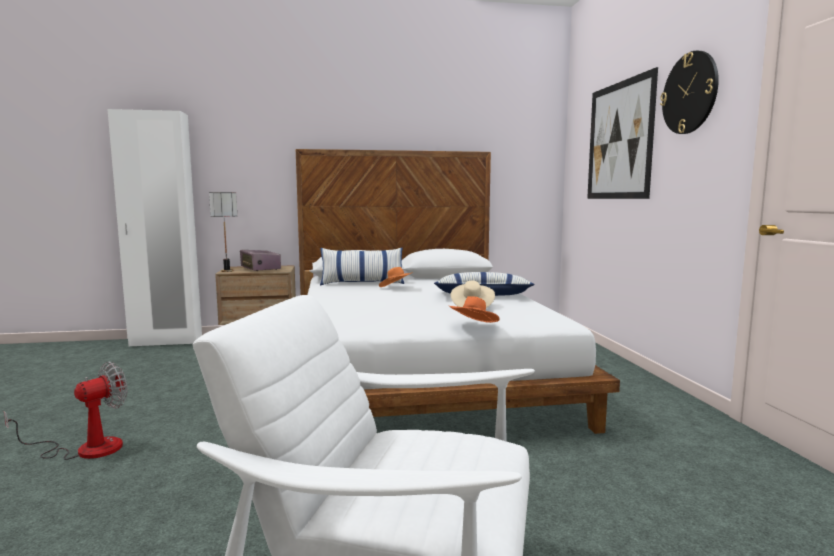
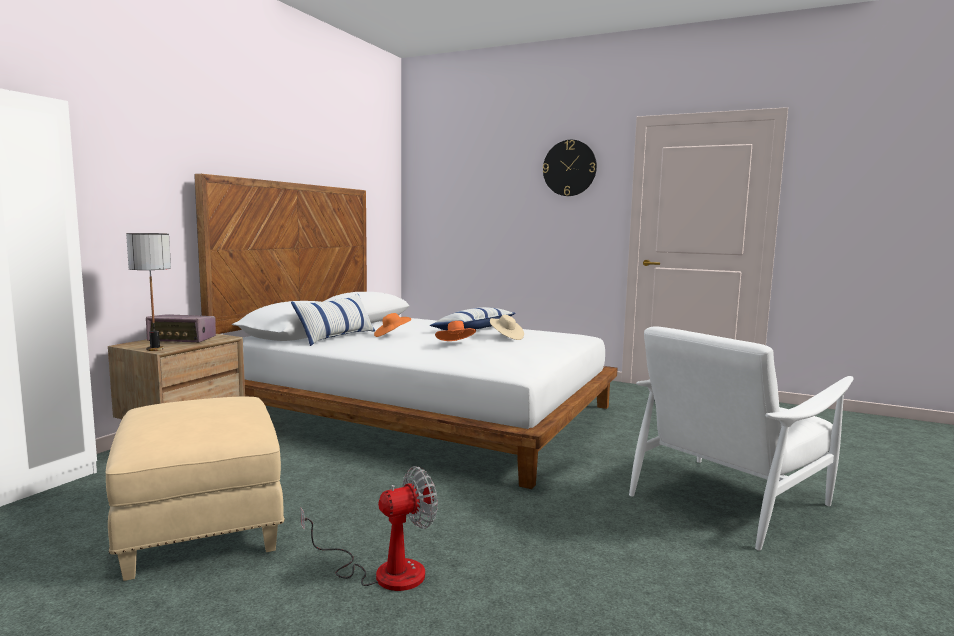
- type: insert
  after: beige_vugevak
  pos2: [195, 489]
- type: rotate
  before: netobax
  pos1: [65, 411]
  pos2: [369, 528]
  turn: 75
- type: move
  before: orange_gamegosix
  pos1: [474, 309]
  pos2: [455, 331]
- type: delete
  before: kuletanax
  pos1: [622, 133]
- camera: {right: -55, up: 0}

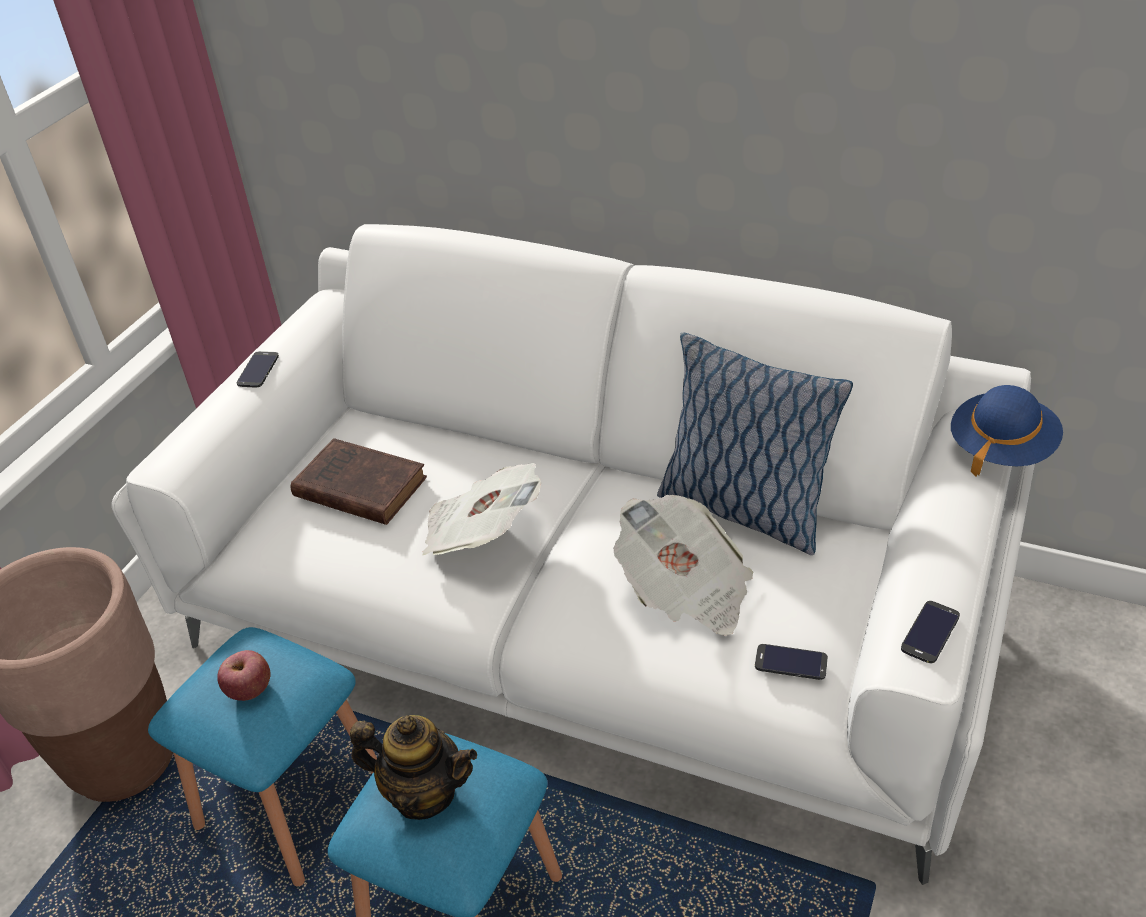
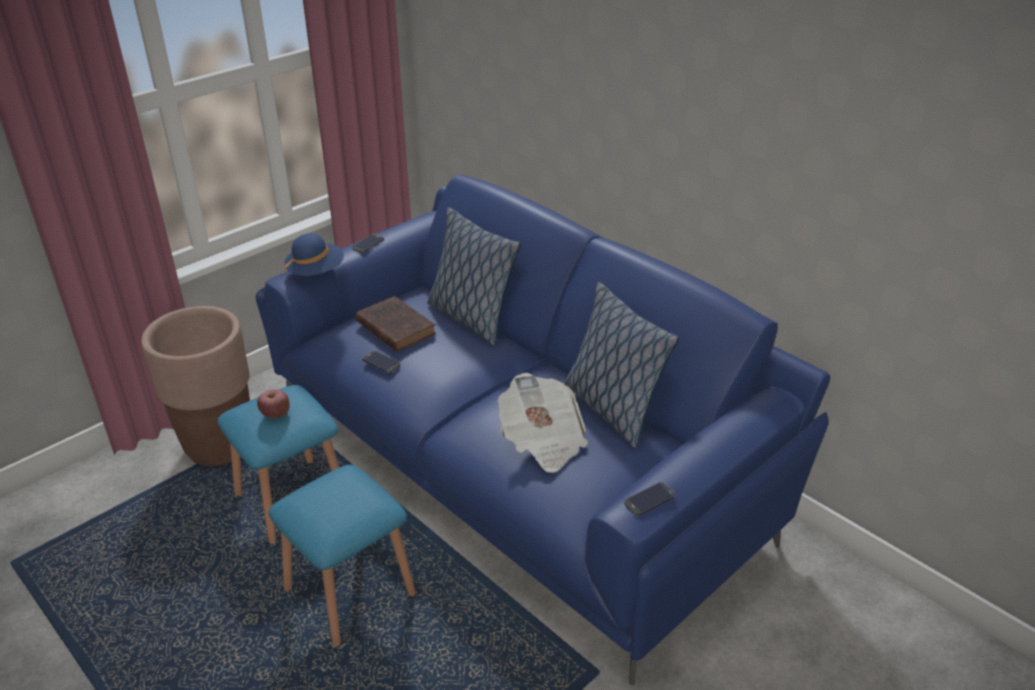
- type: recolor
  before: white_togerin
  after: blue_togerin
  pos1: [573, 554]
  pos2: [543, 430]
- type: move
  before: blue_gamegosix
  pos1: [1007, 431]
  pos2: [314, 255]
- type: move
  before: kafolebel
  pos1: [791, 662]
  pos2: [381, 362]
- type: insert
  after: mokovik
  pos2: [474, 276]
- type: delete
  before: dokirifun
  pos1: [413, 767]
- type: delete
  before: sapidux
  pos1: [481, 509]
- camera: {right: 20, up: -5}

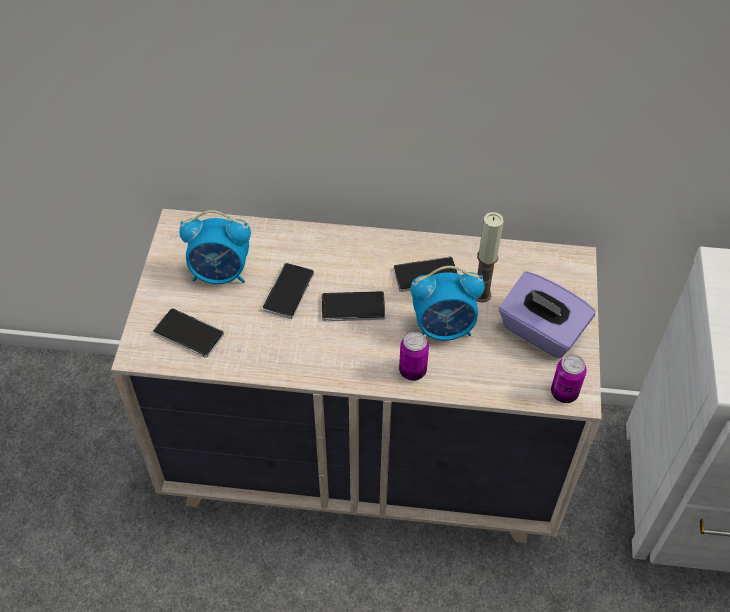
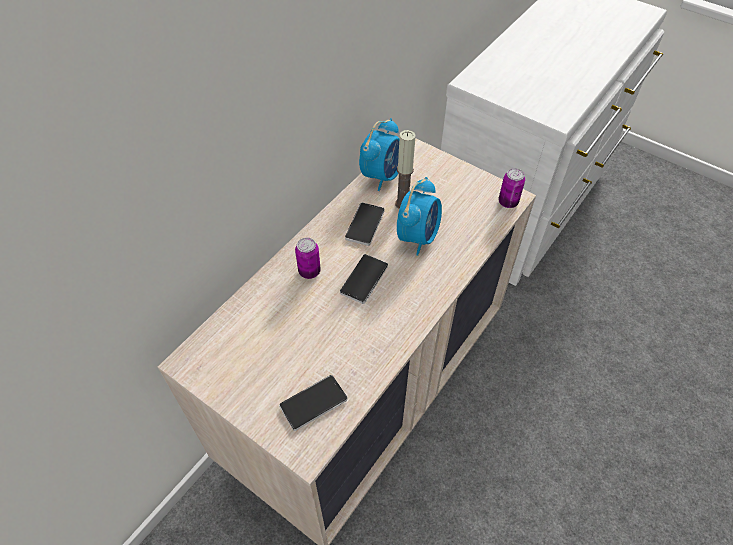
- type: move
  before: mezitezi
  pos1: [414, 356]
  pos2: [308, 258]
- type: move
  before: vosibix
  pos1: [215, 247]
  pos2: [379, 154]
- type: delete
  before: kafolebel
  pos1: [288, 291]
- type: delete
  before: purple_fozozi
  pos1: [547, 315]
- camera: {right: -60, up: 0}

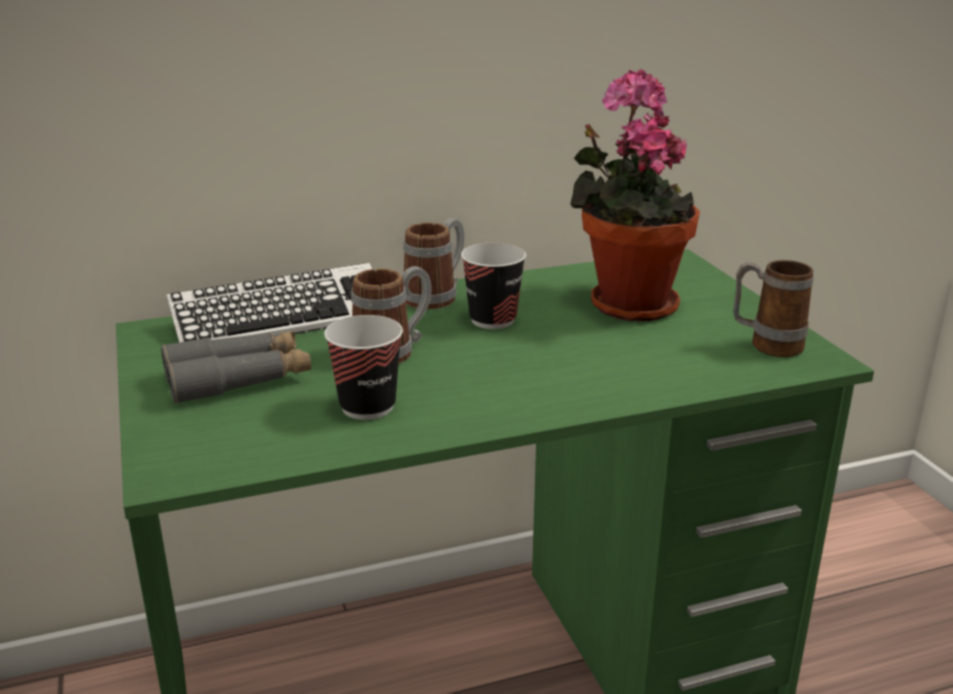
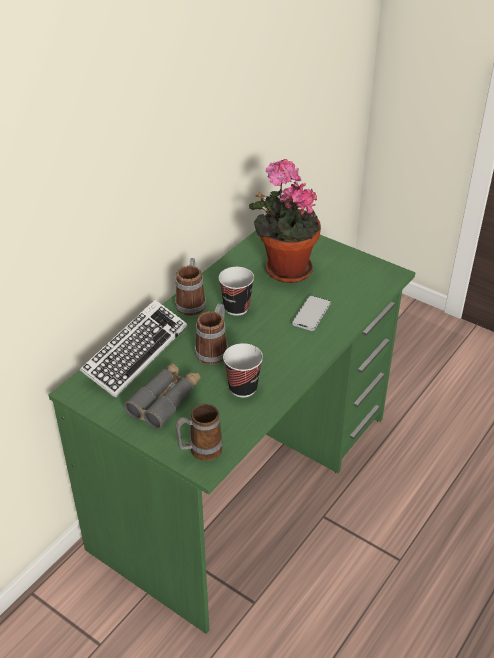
- type: move
  before: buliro
  pos1: [773, 308]
  pos2: [199, 432]
- type: insert
  after: kafolebel
  pos2: [311, 313]
- camera: {right: -35, up: 15}

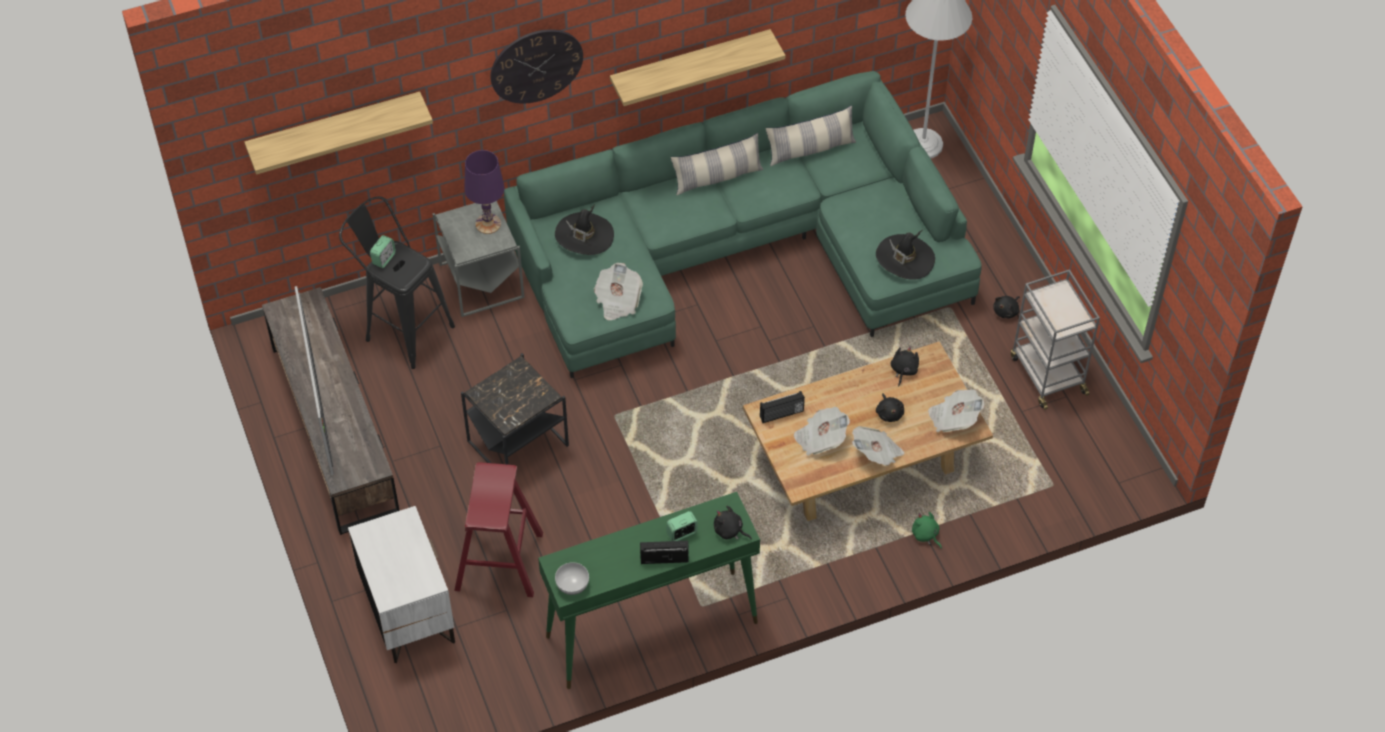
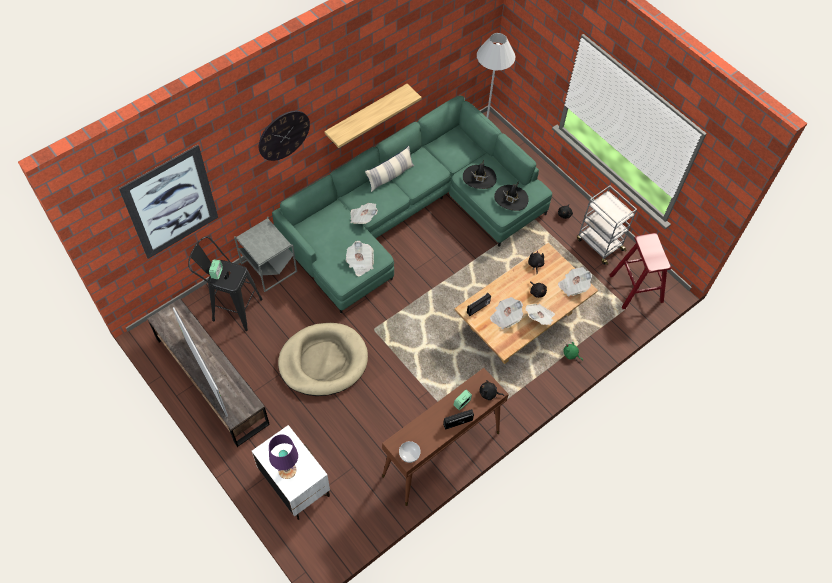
- type: replace
  before: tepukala
  after: kuletanax
  pos1: [338, 133]
  pos2: [168, 202]
- type: move
  before: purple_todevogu
  pos1: [484, 192]
  pos2: [283, 457]
- type: replace
  before: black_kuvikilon
  after: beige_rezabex
  pos1: [515, 409]
  pos2: [323, 359]
- type: insert
  after: sapidux
  pos2: [364, 213]
- type: recolor
  before: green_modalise
  after: brown_modalise
  pos1: [649, 590]
  pos2: [445, 437]
- type: move
  before: black_gamegosix
  pos1: [584, 230]
  pos2: [479, 174]
- type: move
  before: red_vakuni
  pos1: [498, 529]
  pos2: [640, 271]
- type: delete
  before: mokovik
  pos1: [811, 135]
- camera: {right: -20, up: 5}

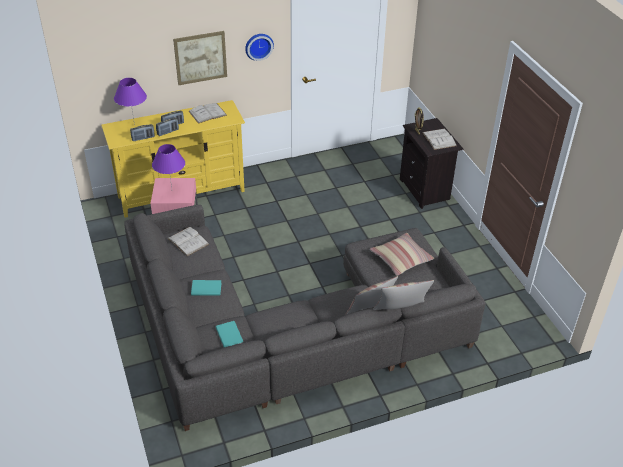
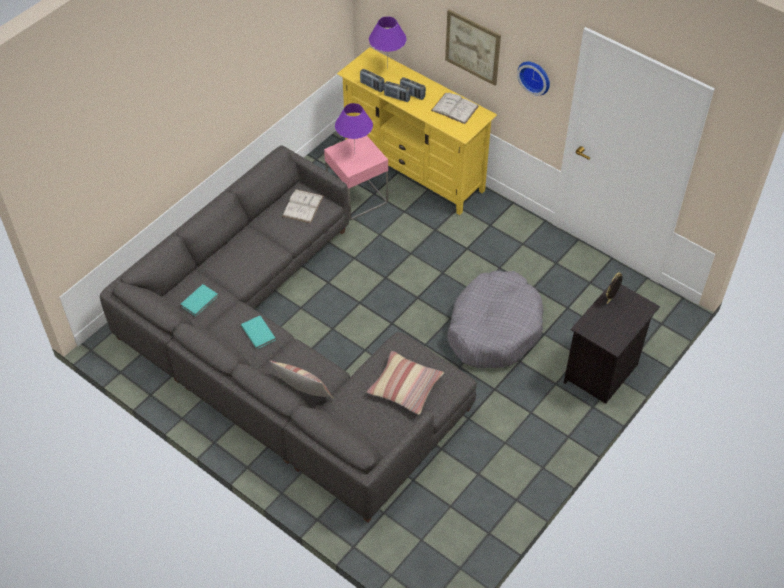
- type: move
  before: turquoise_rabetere
  pos1: [206, 288]
  pos2: [258, 332]
- type: insert
  after: grey_rezabex
  pos2: [495, 319]
- type: delete
  before: mokovik
  pos1: [403, 295]
- type: delete
  before: white_rabetere
  pos1: [439, 139]
- camera: {right: 60, up: 10}

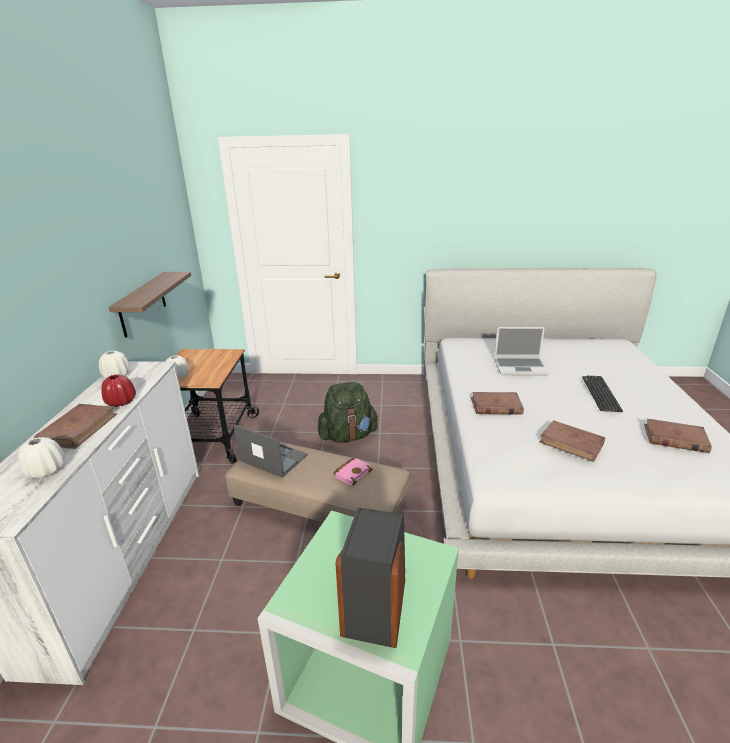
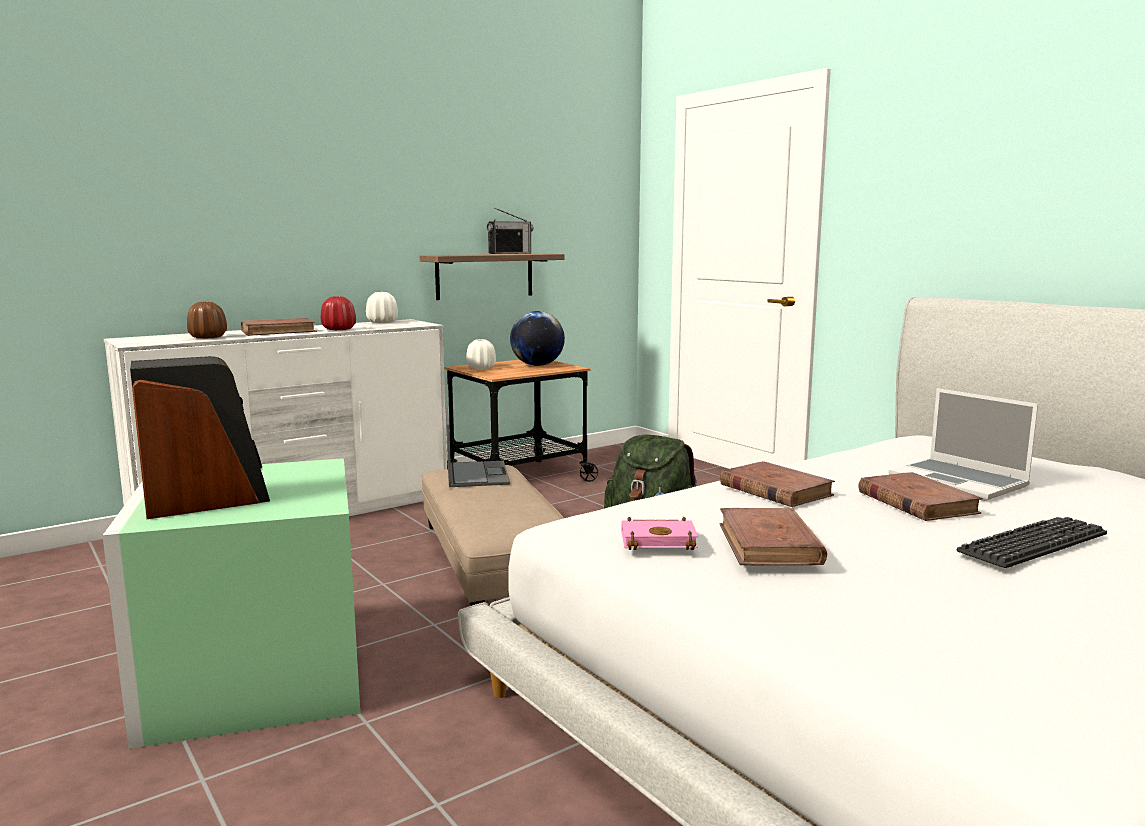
- type: recolor
  before: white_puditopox
  after: brown_puditopox
  pos1: [41, 457]
  pos2: [207, 320]
- type: insert
  after: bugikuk
  pos2: [509, 231]
- type: insert
  after: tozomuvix
  pos2: [537, 338]
- type: move
  before: pink_rabetere
  pos1: [353, 471]
  pos2: [659, 533]
- type: move
  before: brown_rabetere
  pos1: [678, 436]
  pos2: [920, 496]
- camera: {right: 50, up: -15}

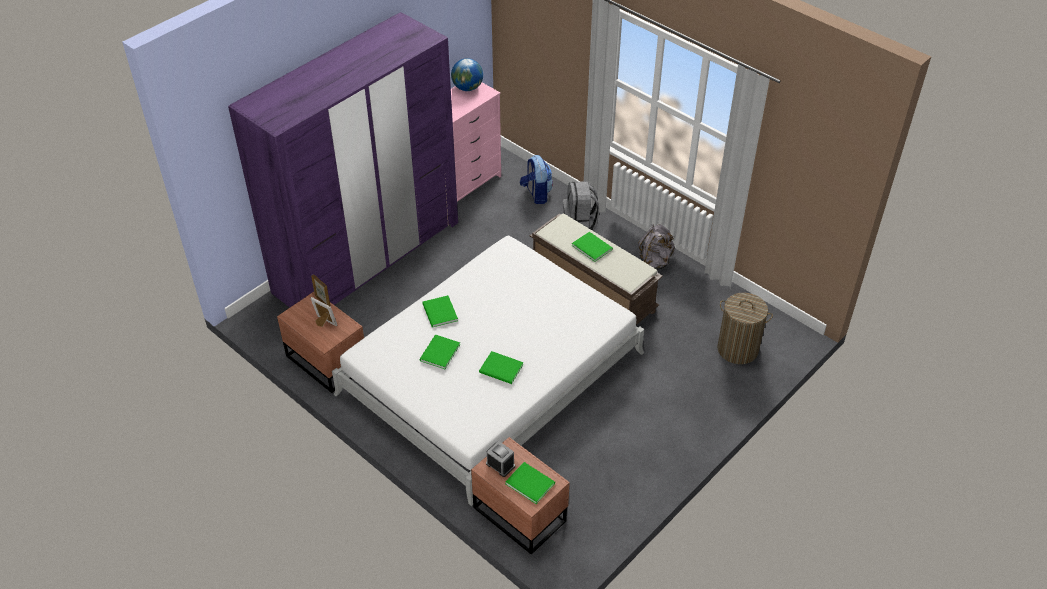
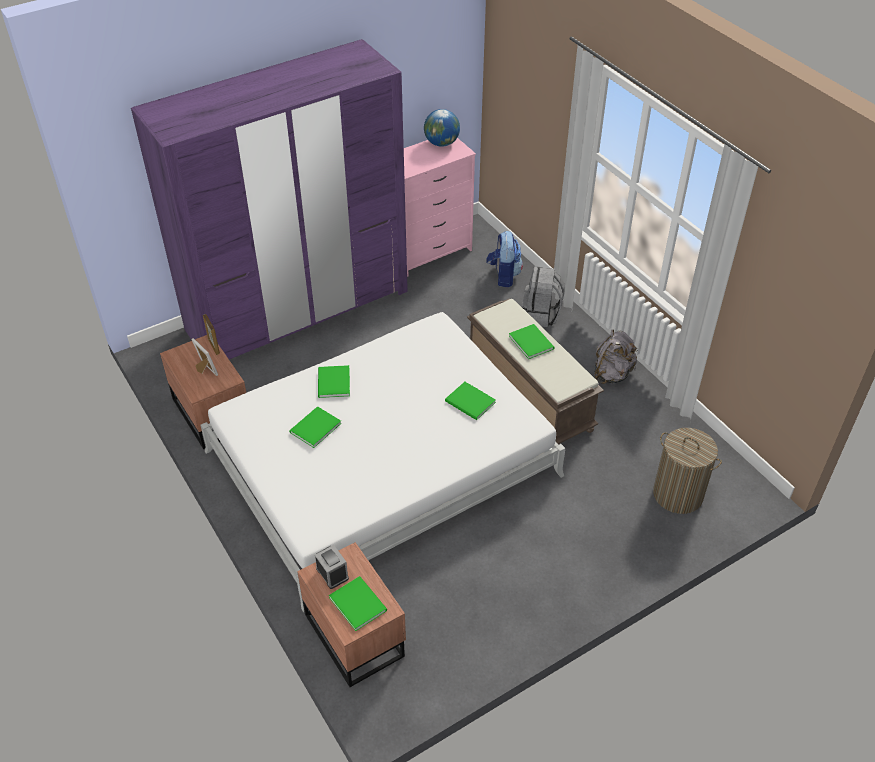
- type: move
  before: green_rabetere
  pos1: [501, 367]
  pos2: [470, 401]
- camera: {right: 15, up: 0}

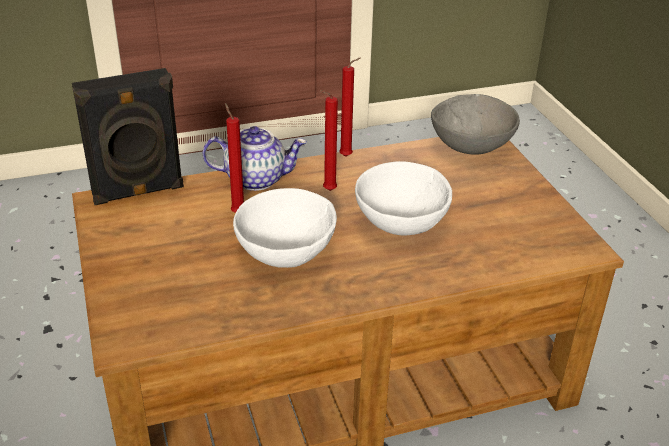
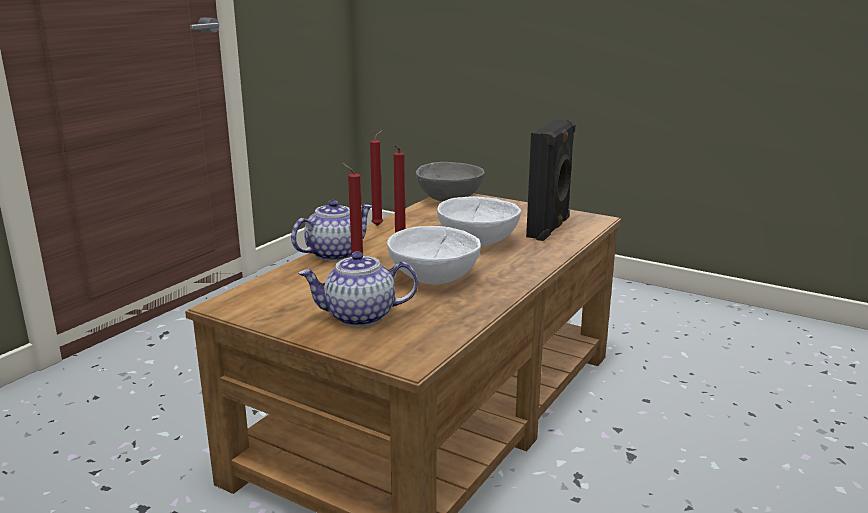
- type: insert
  after: dokirifun
  pos2: [358, 289]
- type: move
  before: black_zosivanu
  pos1: [128, 136]
  pos2: [550, 180]
- camera: {right: -40, up: -15}

